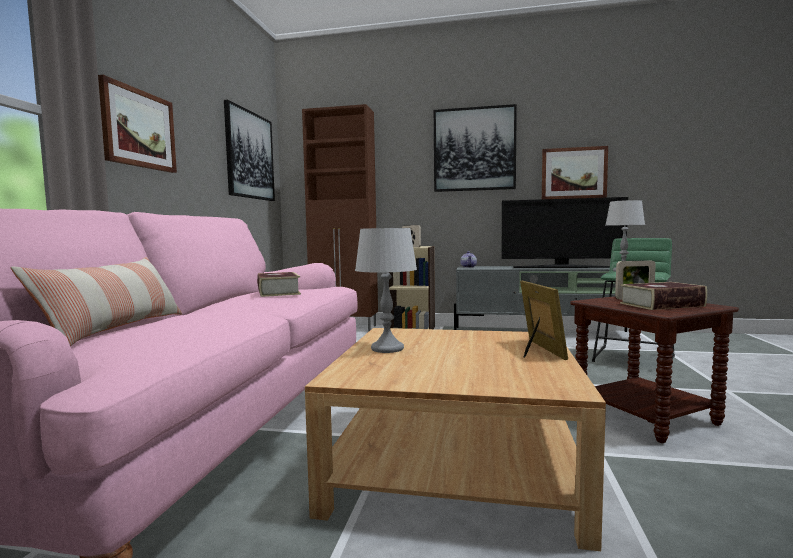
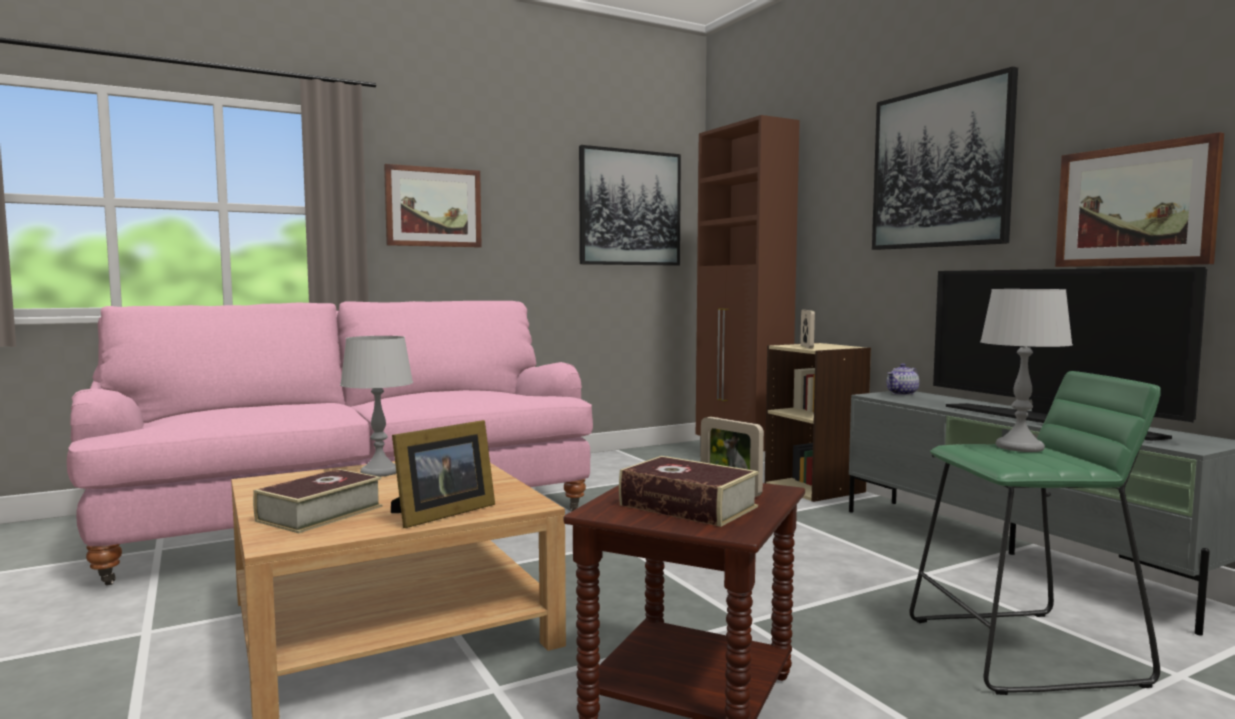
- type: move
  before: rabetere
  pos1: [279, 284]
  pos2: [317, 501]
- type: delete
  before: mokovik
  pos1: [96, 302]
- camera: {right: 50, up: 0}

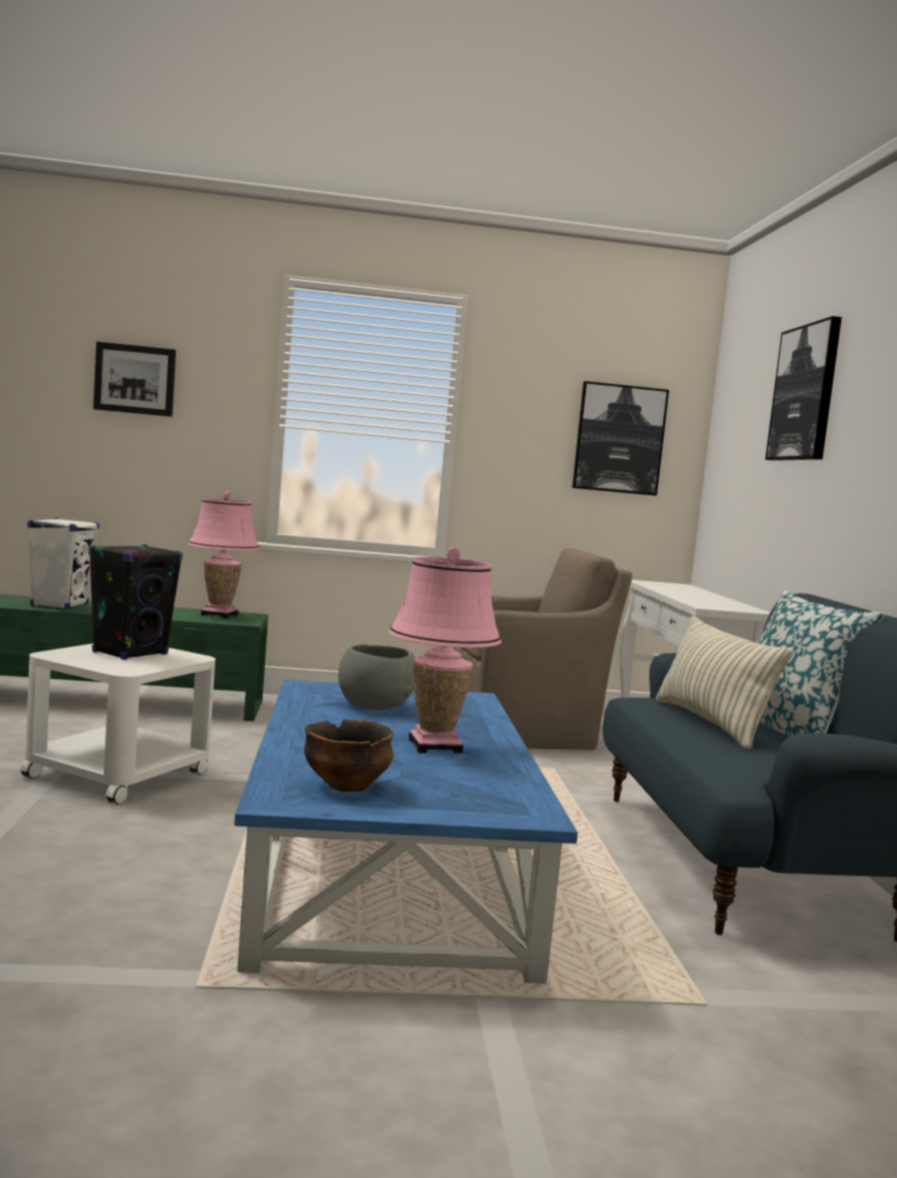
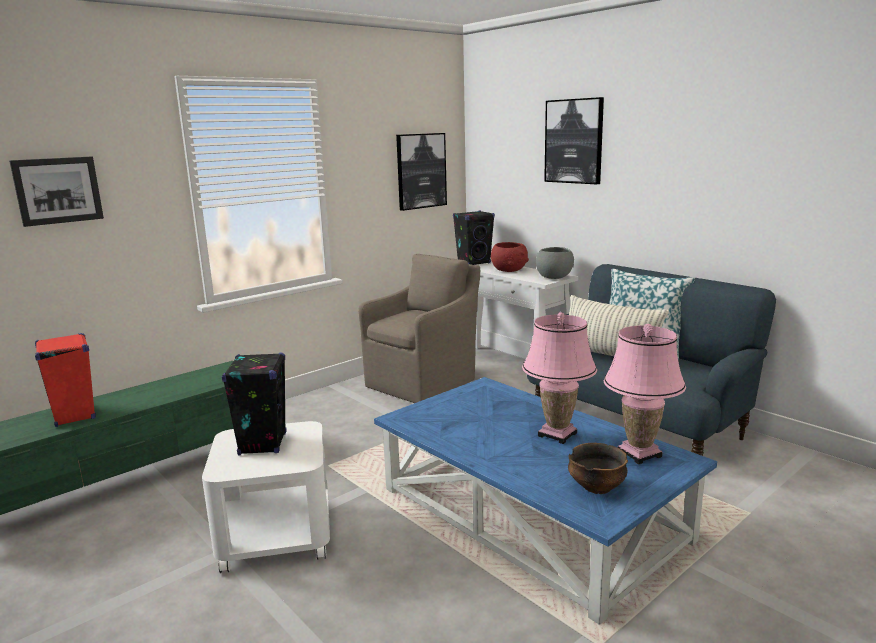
- type: recolor
  before: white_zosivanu
  after: red_zosivanu
  pos1: [63, 563]
  pos2: [65, 380]
- type: insert
  after: black_zosivanu
  pos2: [474, 237]
- type: insert
  after: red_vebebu
  pos2: [510, 257]
- type: move
  before: grey_vebebu
  pos1: [376, 677]
  pos2: [555, 263]
- type: move
  before: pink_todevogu
  pos1: [224, 554]
  pos2: [645, 394]
- camera: {right: -35, up: 10}

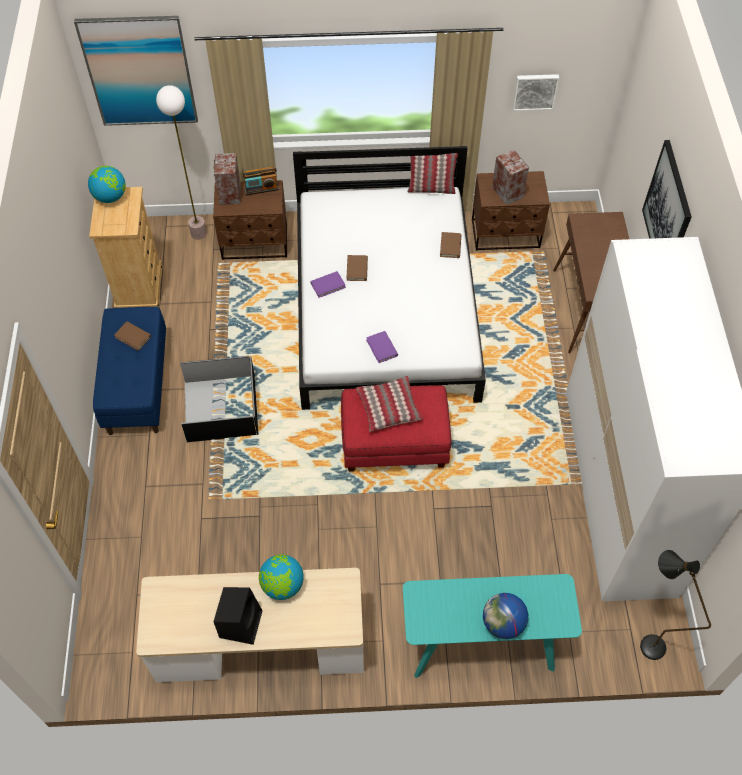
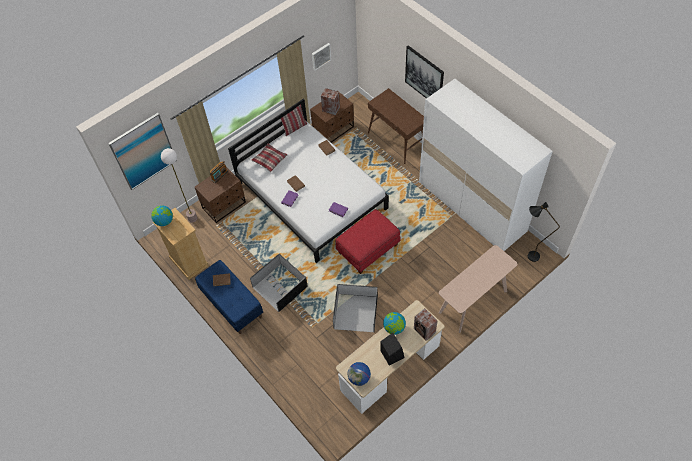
- type: move
  before: mokovik
  pos1: [389, 403]
  pos2: [269, 158]
- type: insert
  after: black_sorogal
  pos2: [355, 308]
- type: move
  before: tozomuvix
  pos1: [505, 616]
  pos2: [359, 374]
- type: move
  before: zosivanu
  pos1: [227, 179]
  pos2: [426, 324]
- type: recolor
  before: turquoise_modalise
  after: beige_modalise
  pos1: [492, 626]
  pos2: [477, 289]
- camera: {right: -35, up: 0}

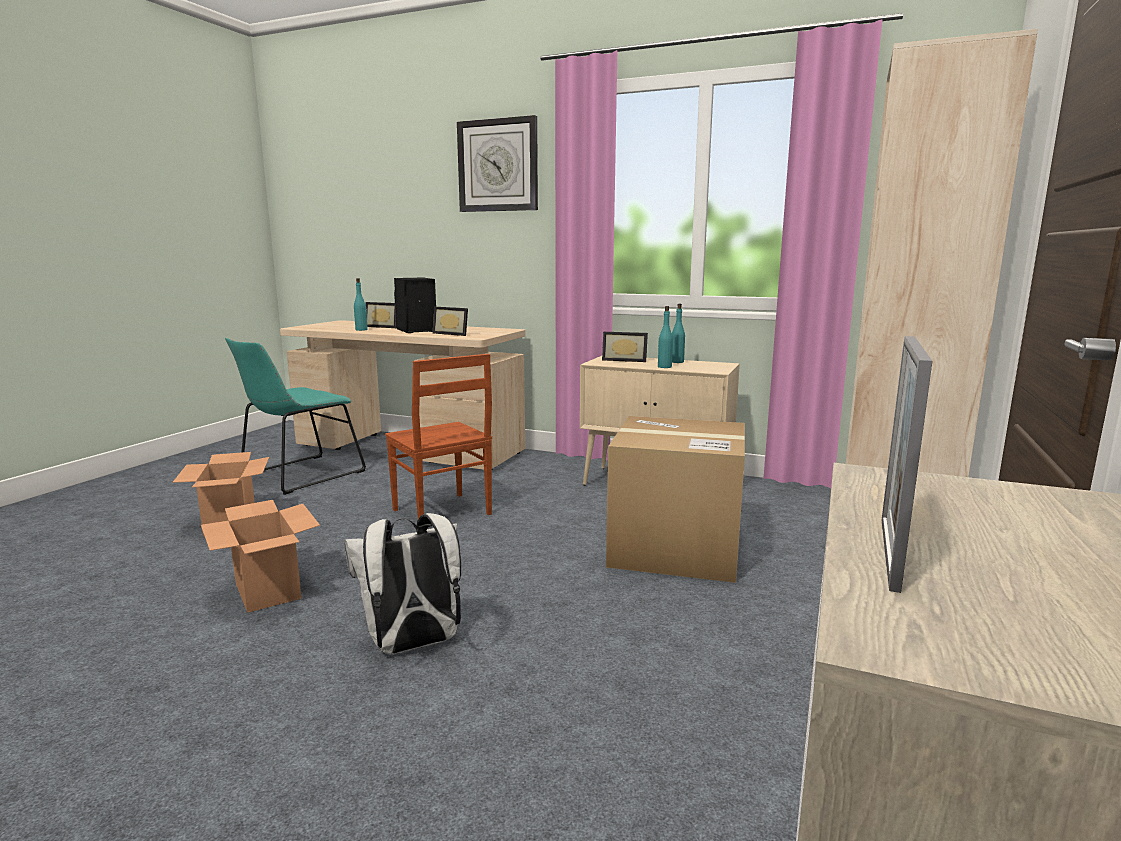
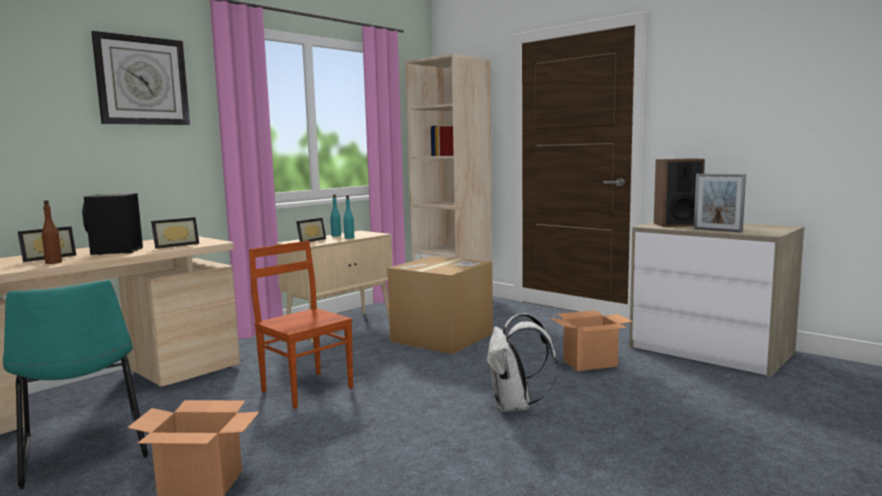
- type: recolor
  before: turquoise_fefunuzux
  after: brown_fefunuzux
  pos1: [361, 304]
  pos2: [52, 232]
- type: rotate
  before: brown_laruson
  pos1: [438, 436]
  pos2: [301, 325]
  turn: -120
- type: move
  before: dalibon
  pos1: [260, 556]
  pos2: [591, 340]
- type: insert
  after: zosivanu
  pos2: [679, 192]
- camera: {right: -70, up: -5}

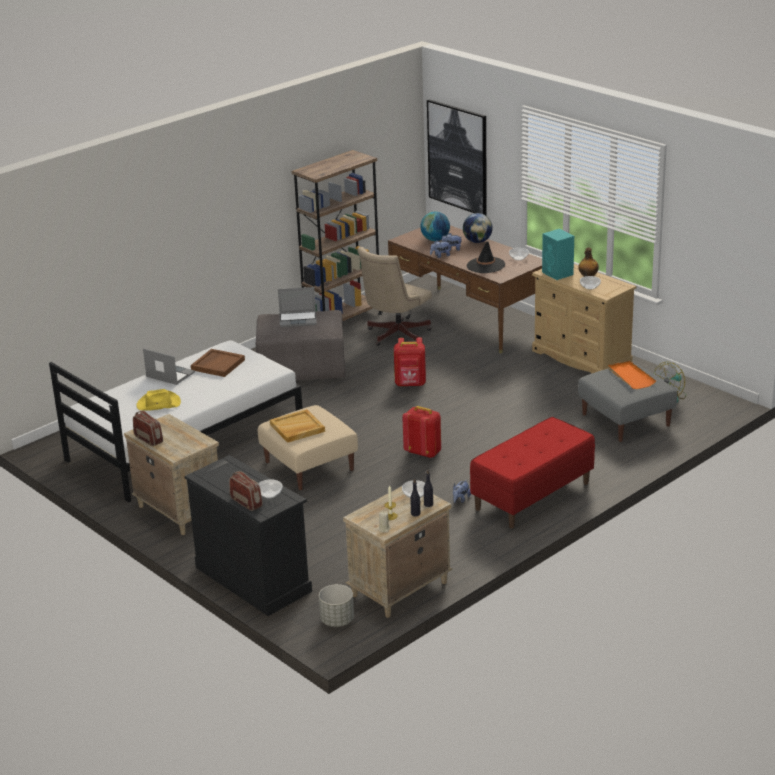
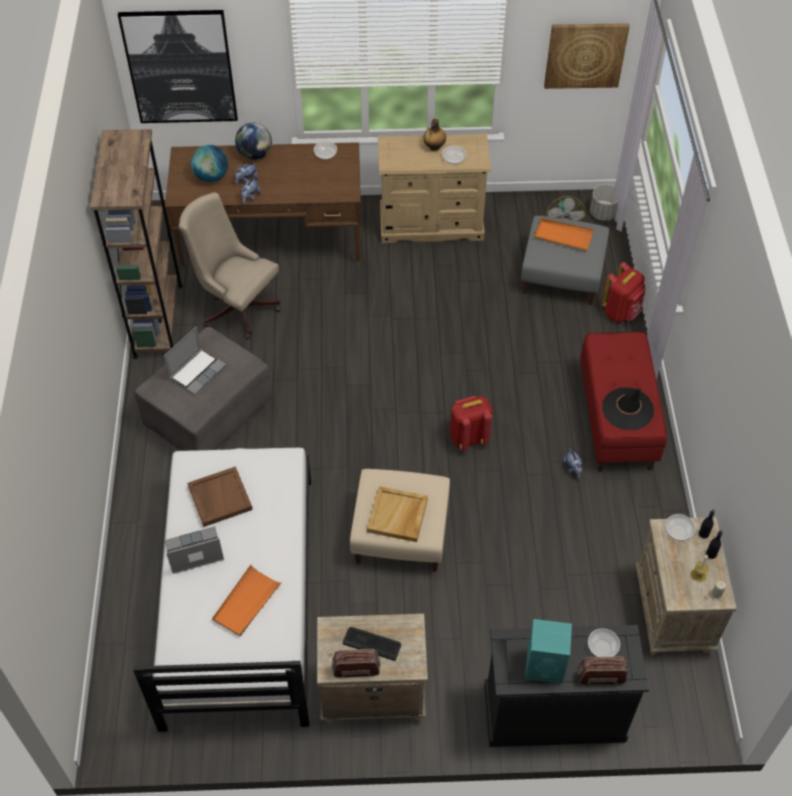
- type: rotate
  before: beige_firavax
  pos1: [395, 296]
  pos2: [230, 265]
  turn: 135
- type: replace
  before: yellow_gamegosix
  after: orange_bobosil
  pos1: [158, 400]
  pos2: [247, 600]
- type: insert
  after: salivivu
  pos2: [372, 644]
- type: move
  before: turquoise_zosivanu
  pos1: [558, 254]
  pos2: [548, 651]
- type: insert
  after: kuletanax
  pos2: [587, 56]
- type: move
  before: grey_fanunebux
  pos1: [336, 605]
  pos2: [604, 202]
- type: move
  before: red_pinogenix
  pos1: [410, 361]
  pos2: [623, 292]
- type: move
  before: black_gamegosix
  pos1: [486, 257]
  pos2: [628, 409]
- camera: {right: -50, up: 25}

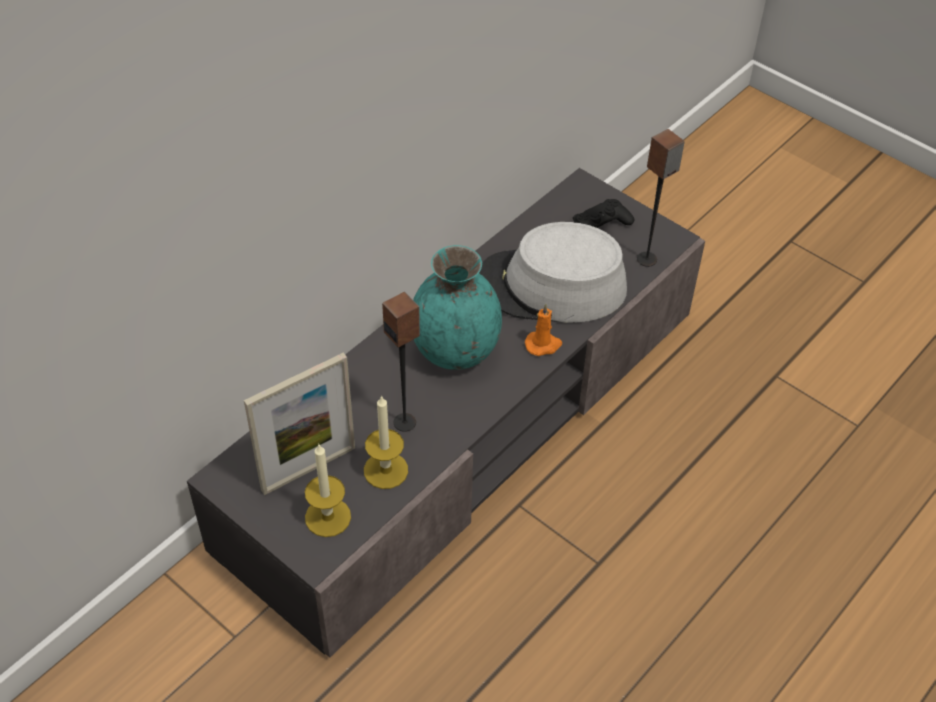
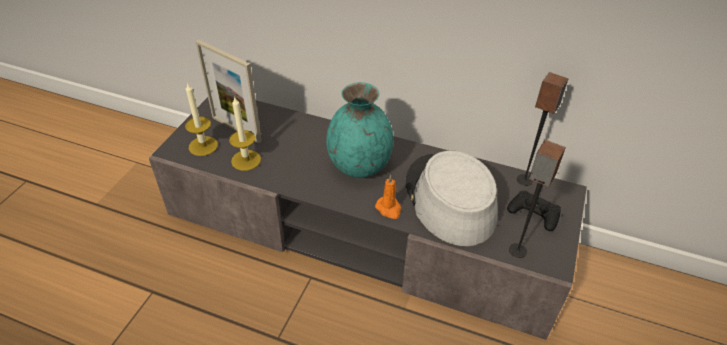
- type: move
  before: zosivanu
  pos1: [401, 362]
  pos2: [542, 129]
- camera: {right: 70, up: -5}

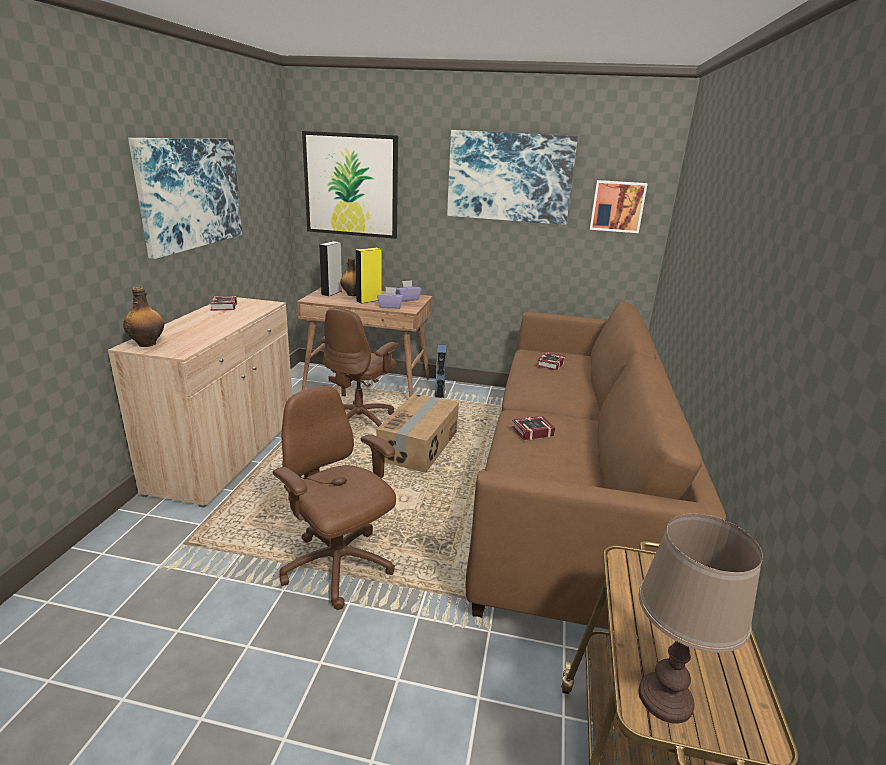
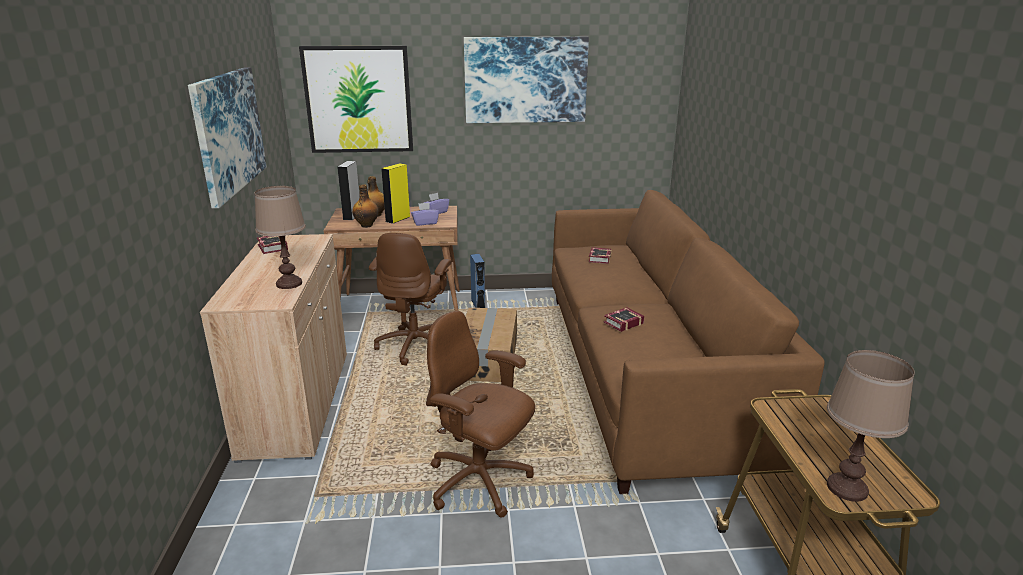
- type: insert
  after: brown_todevogu
  pos2: [280, 237]
- type: move
  before: fefunuzux
  pos1: [143, 317]
  pos2: [365, 206]
- type: delete
  before: kuletanax
  pos1: [619, 206]
- camera: {right: -15, up: 0}

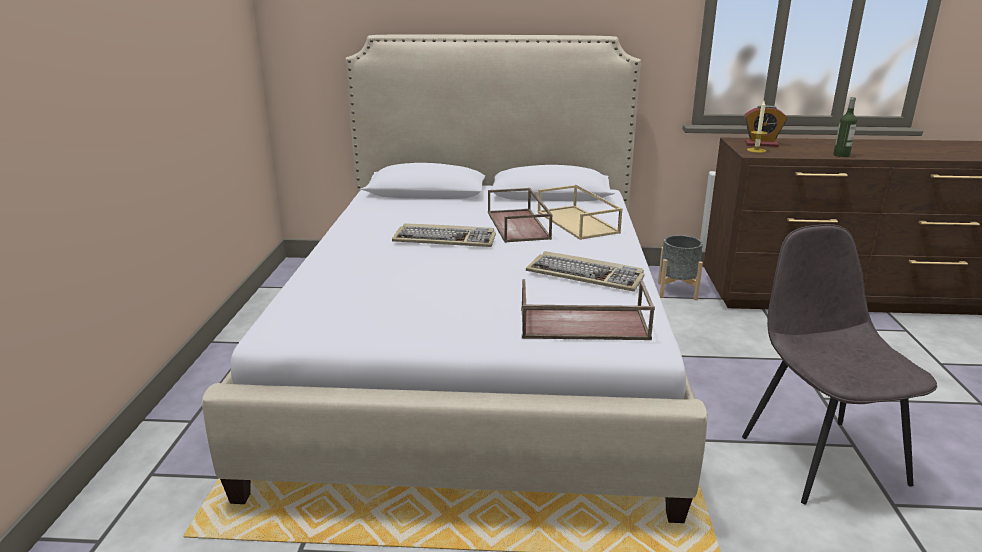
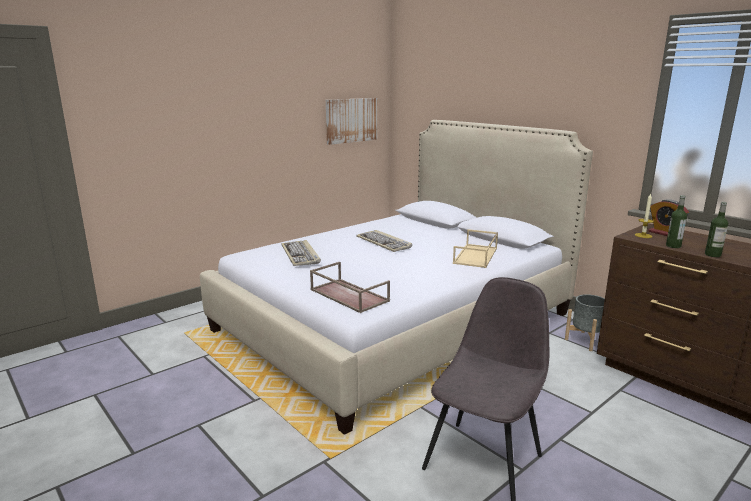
- type: move
  before: salivivu
  pos1: [585, 271]
  pos2: [301, 253]
- type: insert
  after: kuletanax
  pos2: [351, 121]
- type: insert
  after: fefunuzux
  pos2: [676, 221]
- type: delete
  before: brown_bobosil
  pos1: [520, 215]
- camera: {right: 45, up: -5}

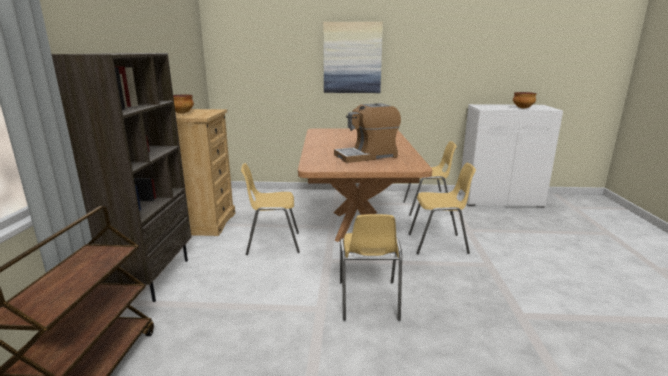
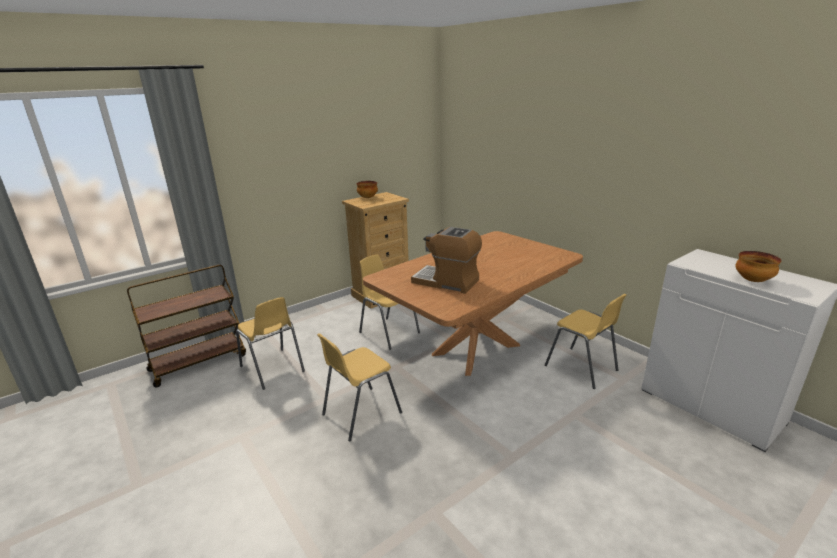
- type: move
  before: yellow_laruson
  pos1: [442, 209]
  pos2: [270, 343]
- type: delete
  before: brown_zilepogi
  pos1: [121, 177]
- type: delete
  before: kuletanax
  pos1: [353, 57]
- camera: {right: 50, up: 5}

